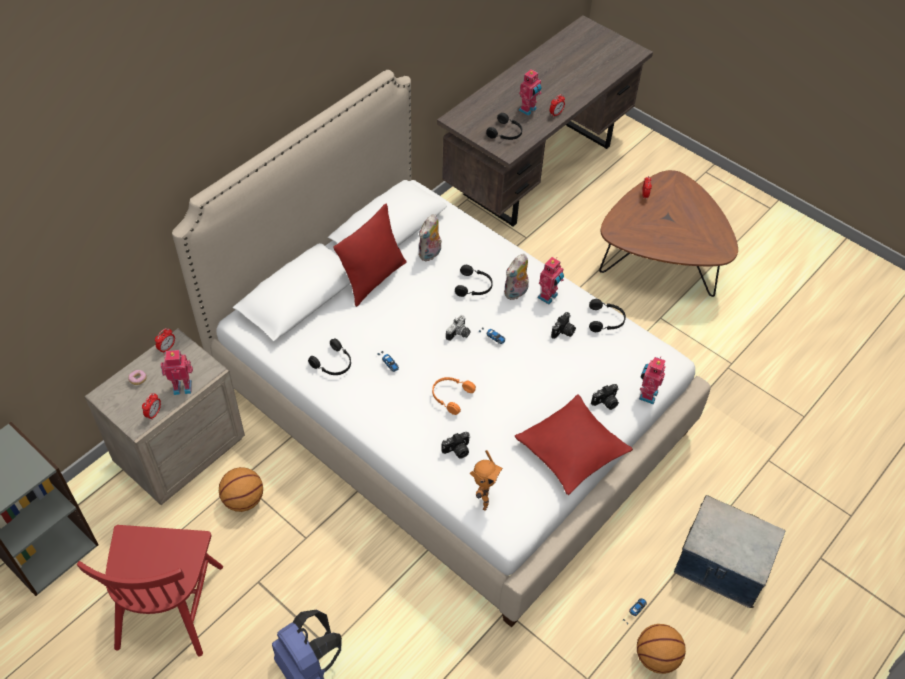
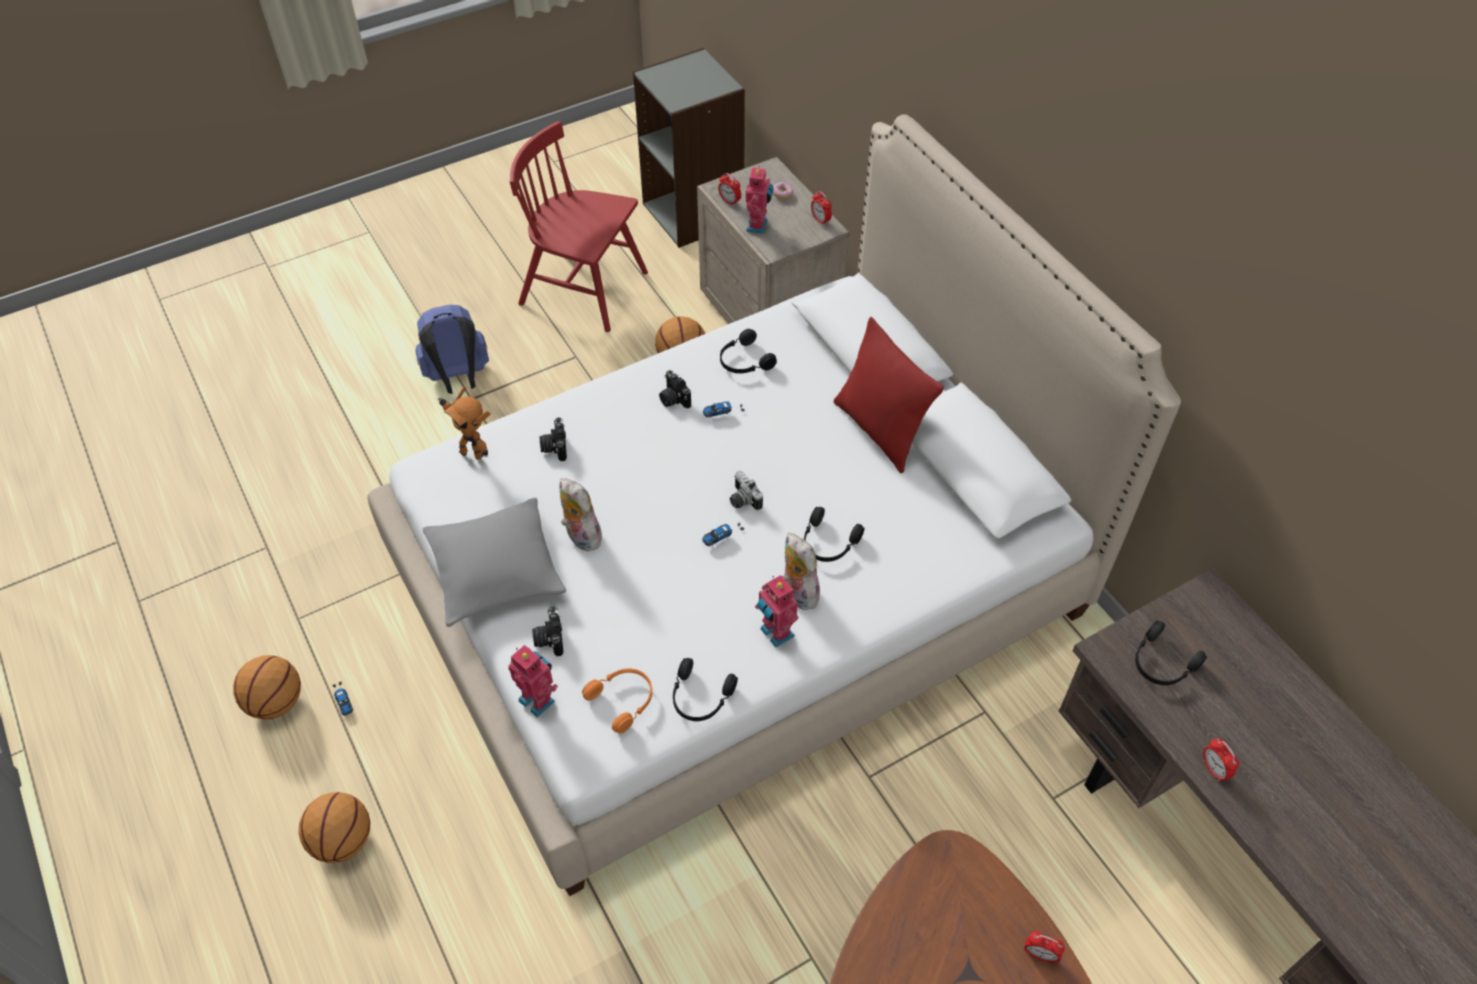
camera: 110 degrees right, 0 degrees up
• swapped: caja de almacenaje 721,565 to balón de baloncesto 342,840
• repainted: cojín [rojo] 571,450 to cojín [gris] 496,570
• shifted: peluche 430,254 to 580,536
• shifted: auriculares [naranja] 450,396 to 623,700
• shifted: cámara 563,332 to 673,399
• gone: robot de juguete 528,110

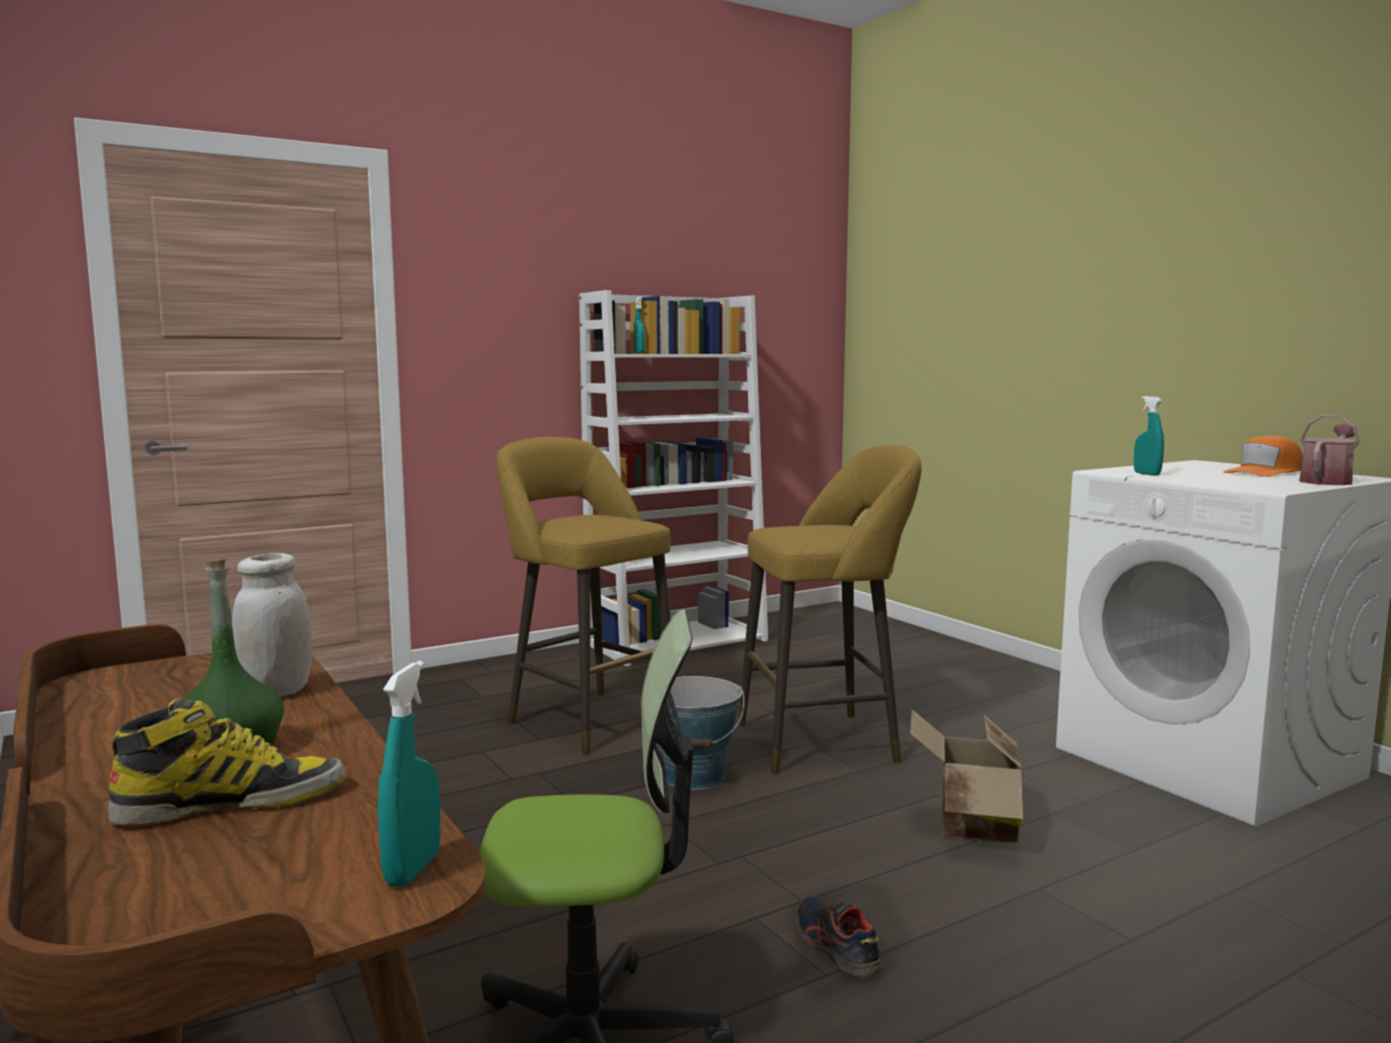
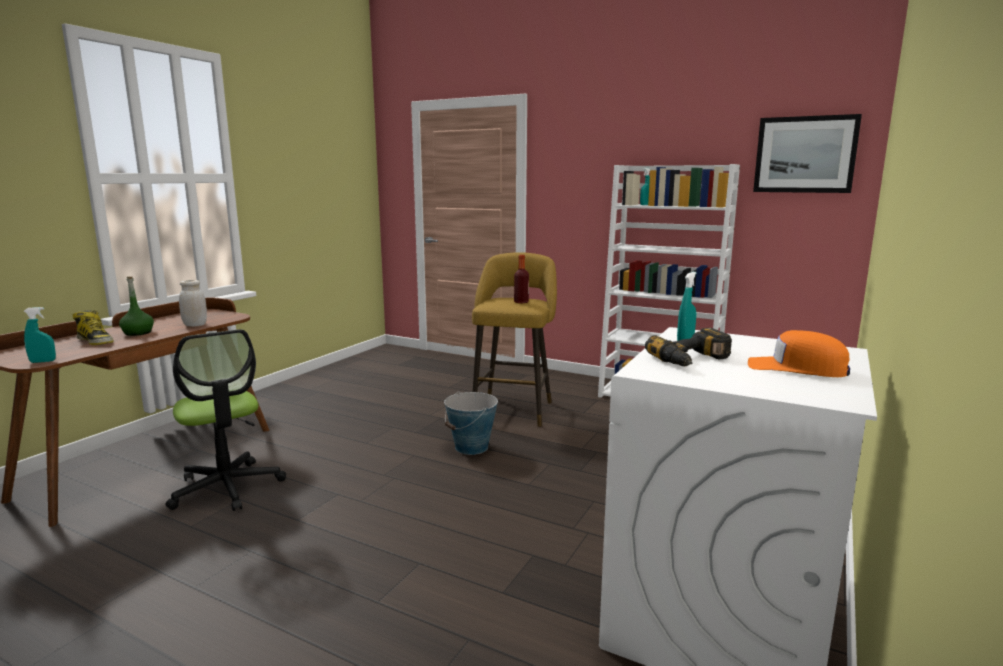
camera: 60 degrees right, 5 degrees up
• new: botella 521,302
• new: taladro 693,360
• new: cuadro 805,154
• gone: taburete [amarillo] 826,741
• gone: zapato 835,947
• gone: caja de cartón 969,826
• gone: regadera 1327,481

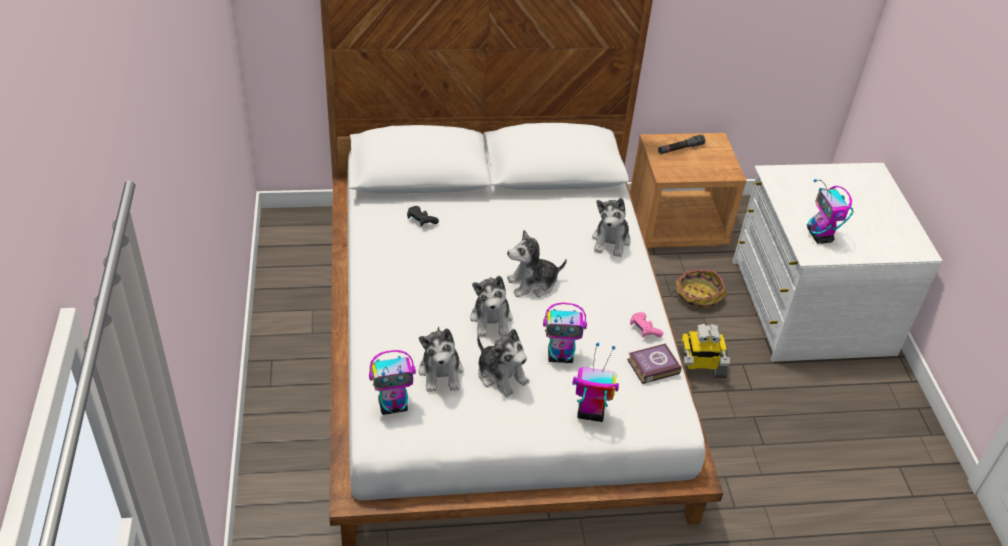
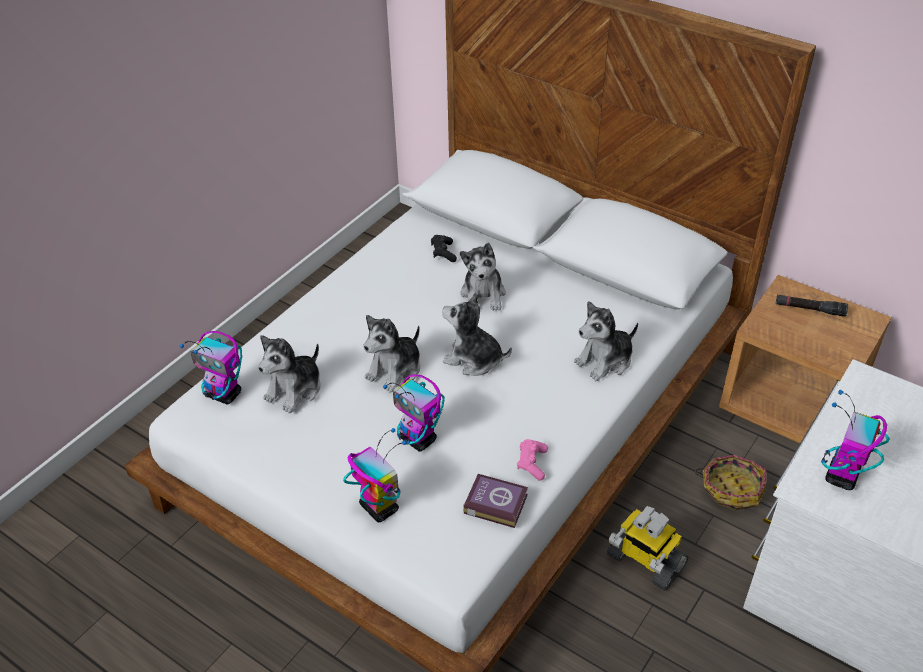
camera: 45 degrees right, 0 degrees up
• shifted: peluche 501,375 to 483,295

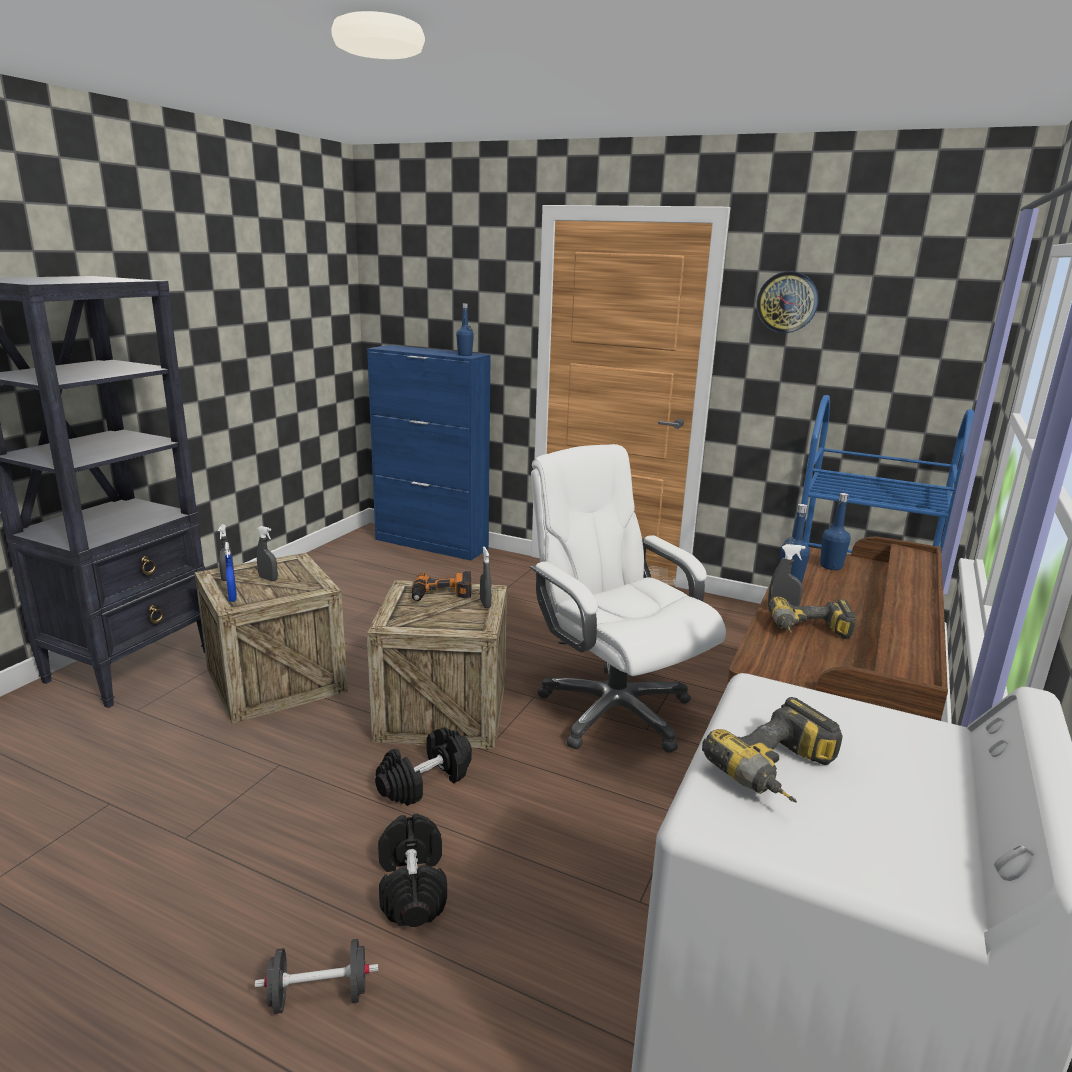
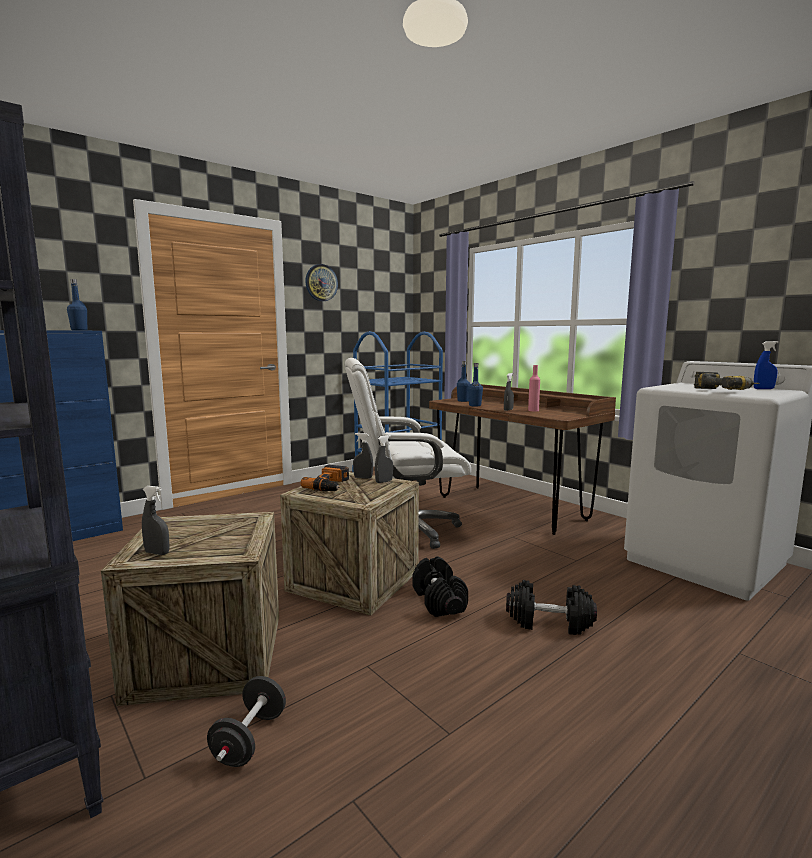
camera: 65 degrees left, 10 degrees down
• shifted: mancuerna [negro] 319,996 to 249,739
• shifted: pulverizador [gris] 268,579 to 384,481
• swapped: taladro 809,632 to botella [rosa] 533,410
• shifted: pulverizador [azul] 232,598 to 763,389

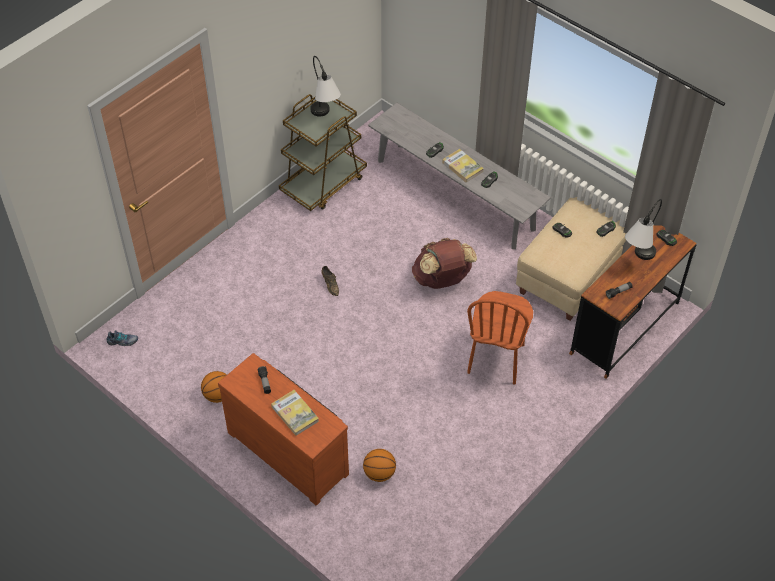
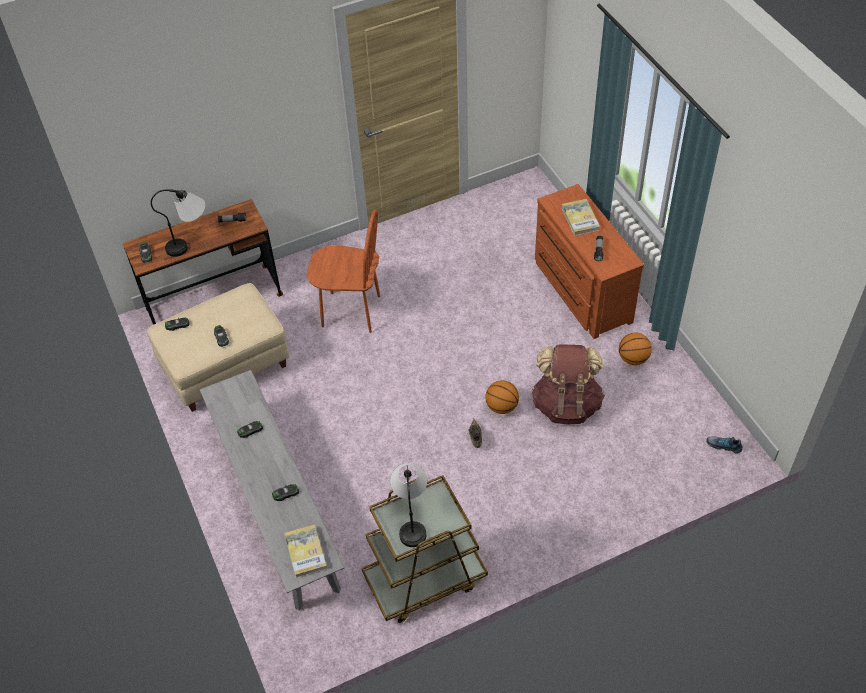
camera: 155 degrees left, 0 degrees up
• shifted: libro 462,167 to 305,552
• rotated: silla [marrón] 496,359 = 351,311 60 degrees clockwise
• shifted: balón de baloncesto 379,473 to 502,407
• shifted: mochila [marrón] 442,280 to 566,404

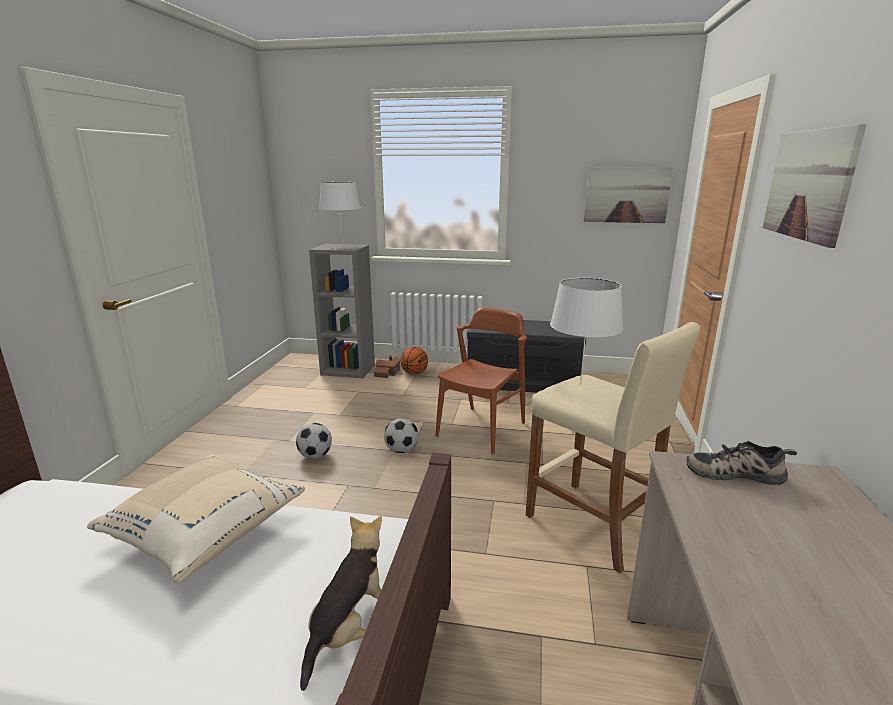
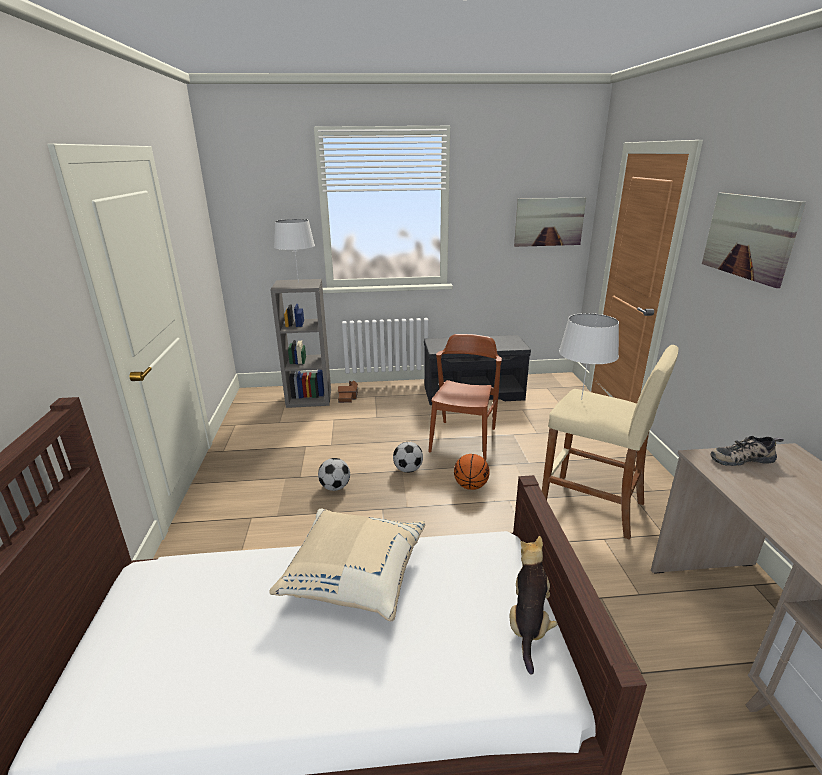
camera: 15 degrees left, 5 degrees up
• shifted: balón de baloncesto 414,373 to 470,486

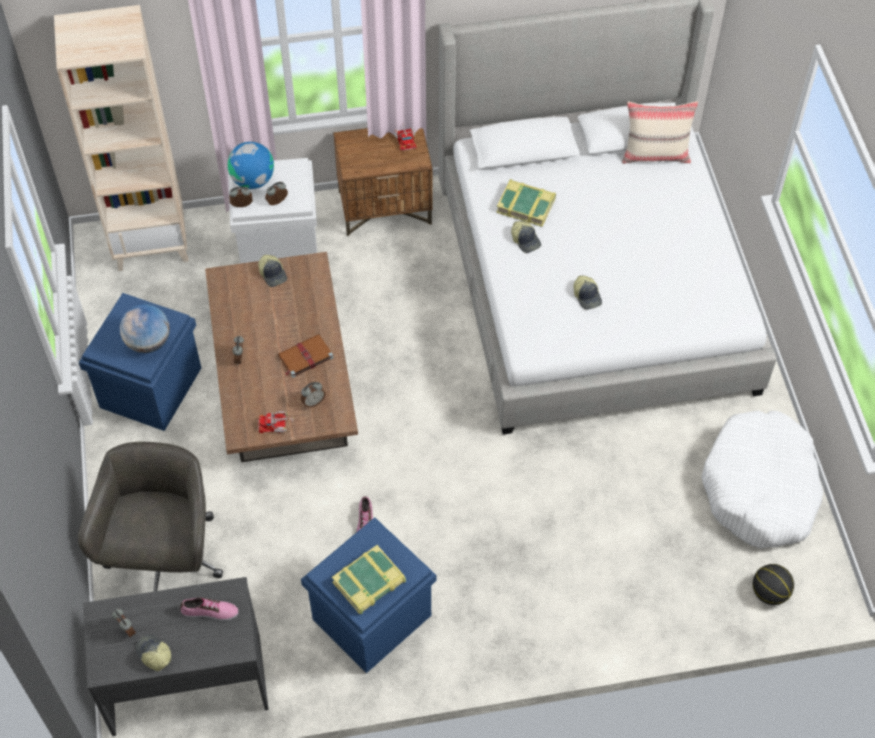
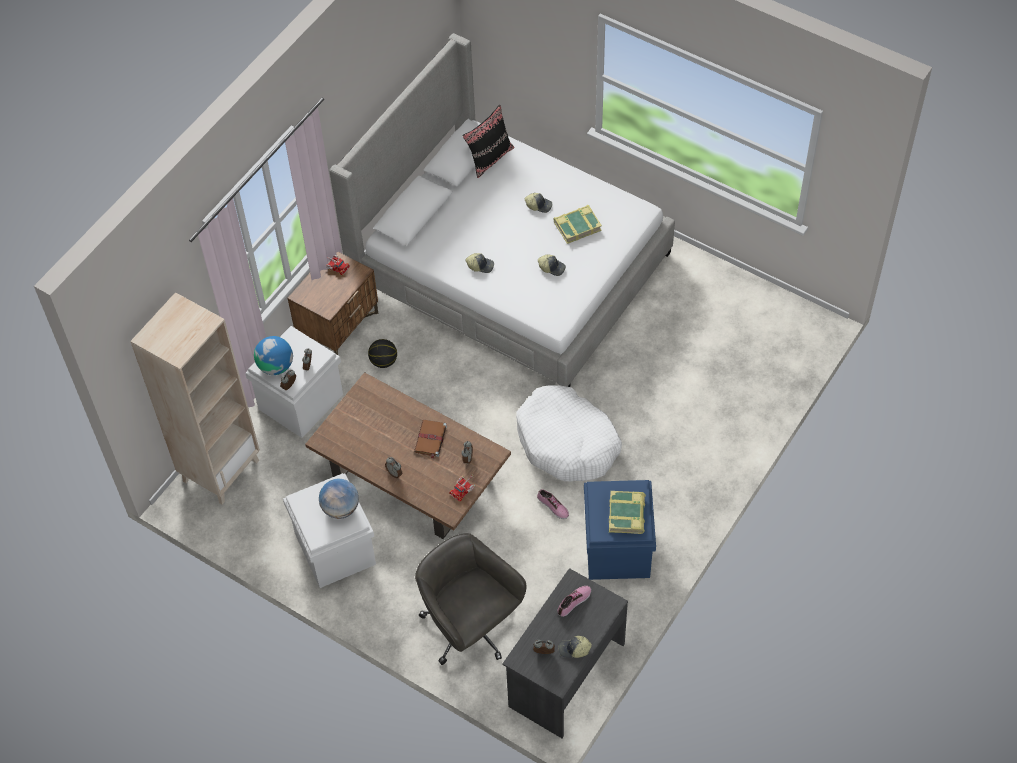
camera: 45 degrees left, 0 degrees up
• repainted: caja de almacenaje [azul] 151,388 to caja de almacenaje [blanco] 336,549
• shifted: balón de baloncesto 769,593 to 384,361
• repainted: cojín [beis] 655,154 to cojín [negro] 490,158
• shifted: cama para perro [blanco] 760,489 to 567,442
• shifted: gorra 273,274 to 539,205
• shifted: libro 526,205 to 577,226

